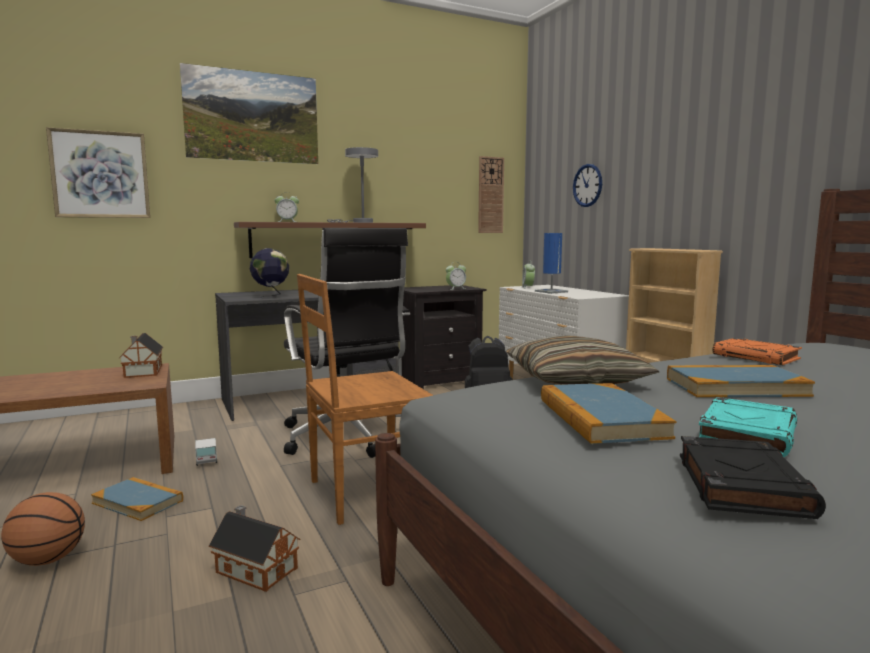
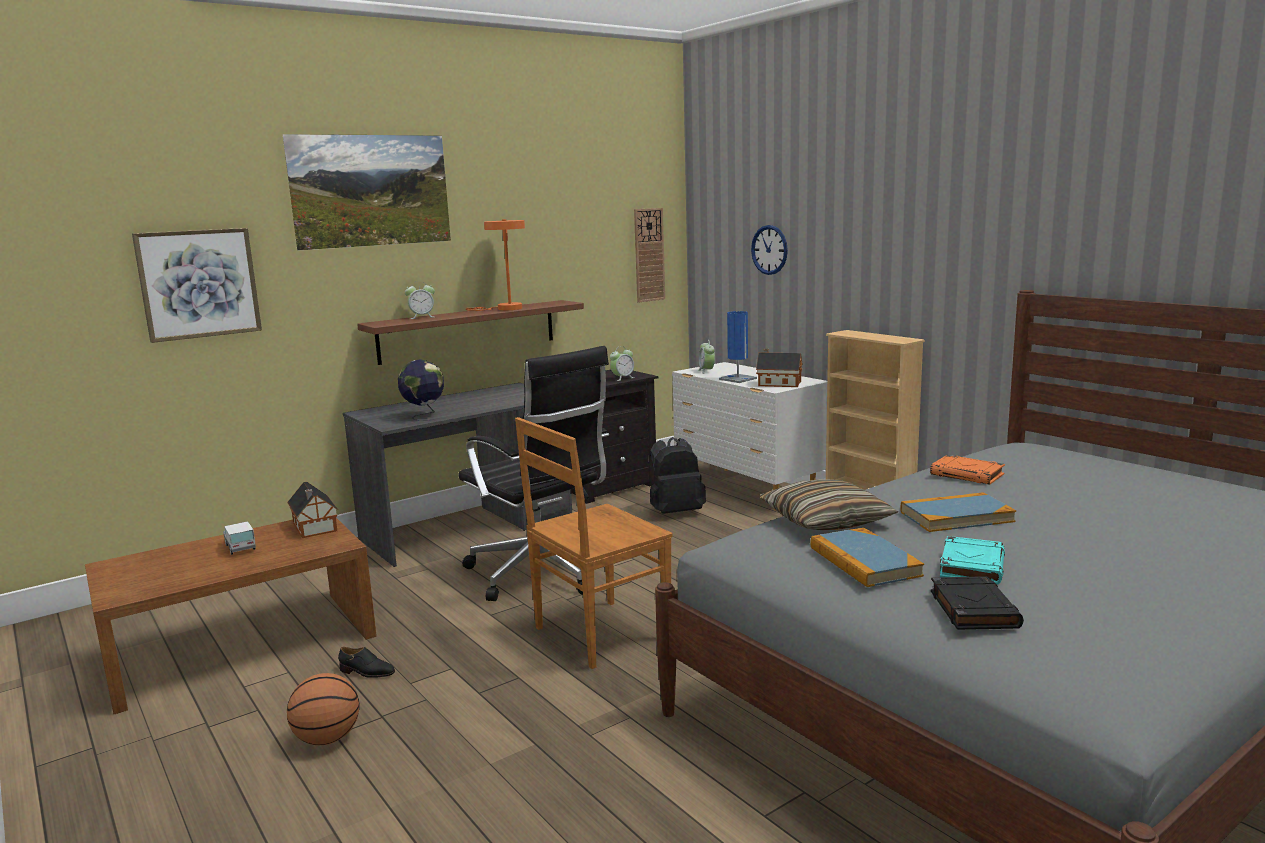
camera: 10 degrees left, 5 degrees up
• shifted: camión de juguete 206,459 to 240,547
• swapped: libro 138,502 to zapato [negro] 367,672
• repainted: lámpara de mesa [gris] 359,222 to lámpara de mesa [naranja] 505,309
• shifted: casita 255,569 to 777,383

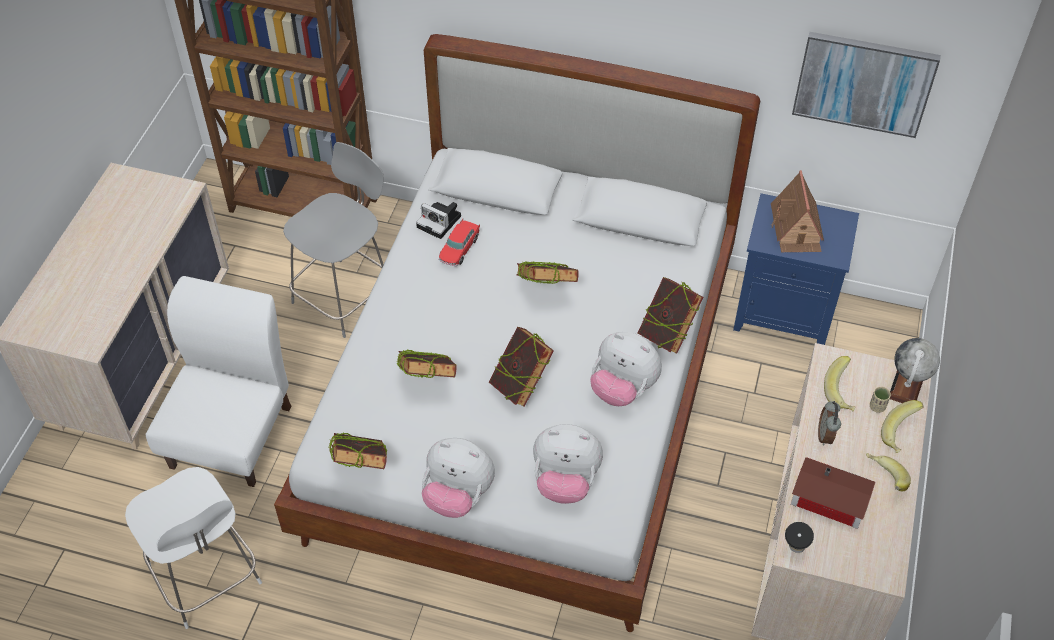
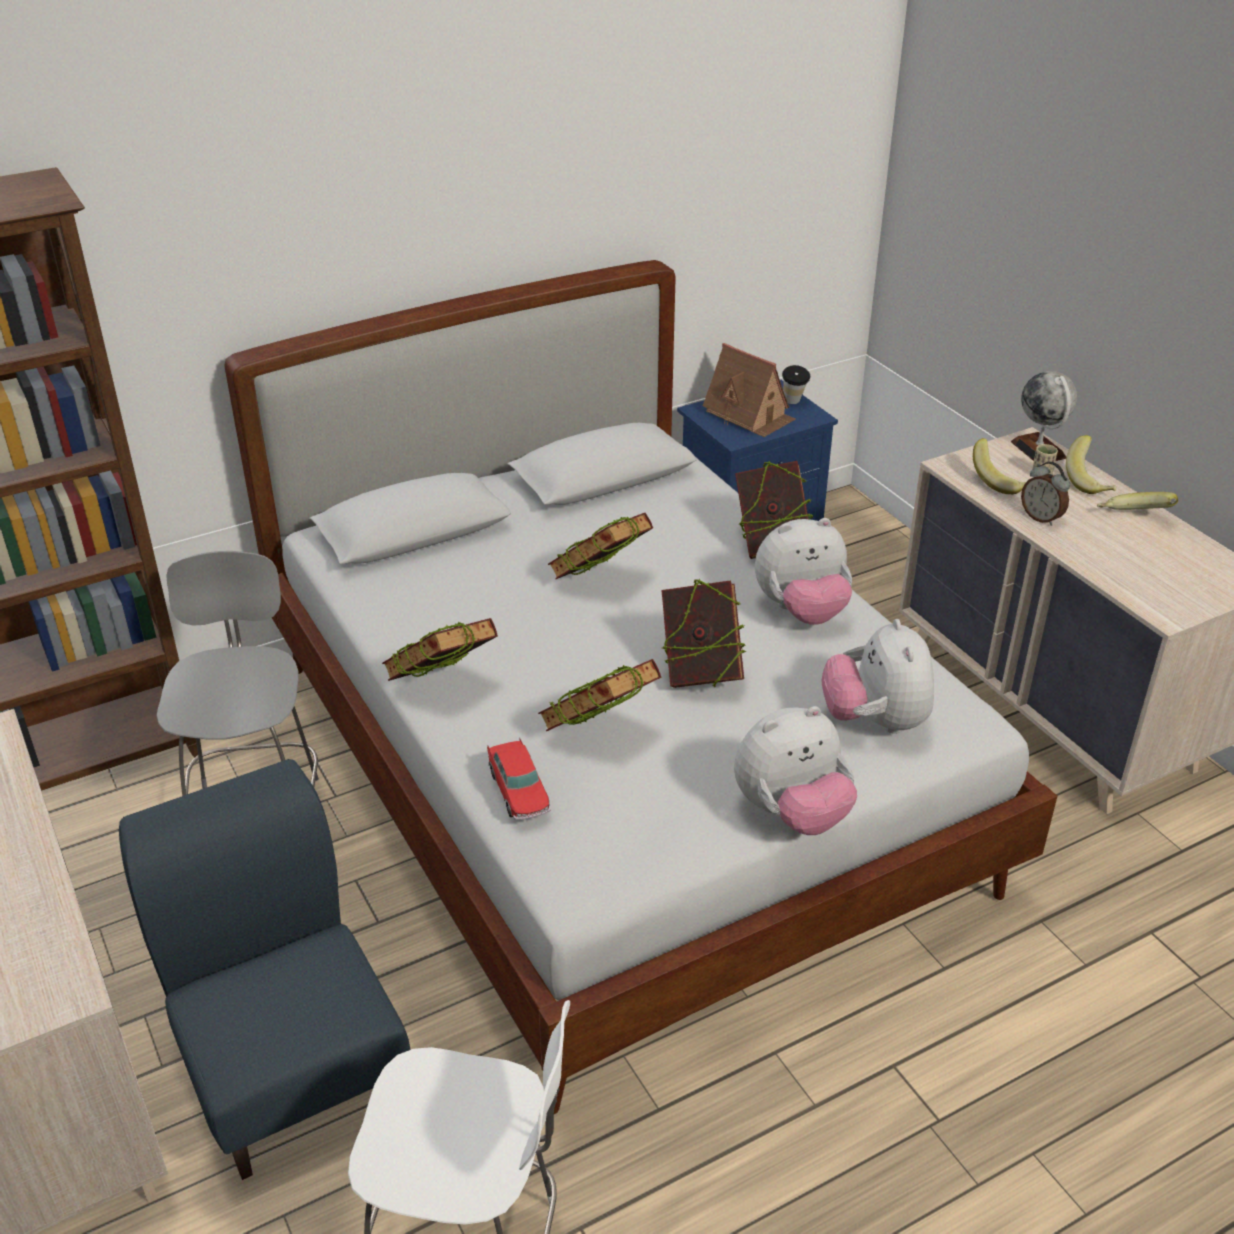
camera: 45 degrees left, 15 degrees down
• repainted: silla [blanco] 232,436 to silla [azul] 291,1069
• shifted: libro 361,469 to 443,687
• shifted: coche de juguete 459,249 to 519,791
• shifted: taza 794,550 to 793,403
• rotated: peluche 565,481 = 875,721 120 degrees clockwise
• gone: cámara 440,222
• gone: casita 831,502
• gone: cuadro 864,83

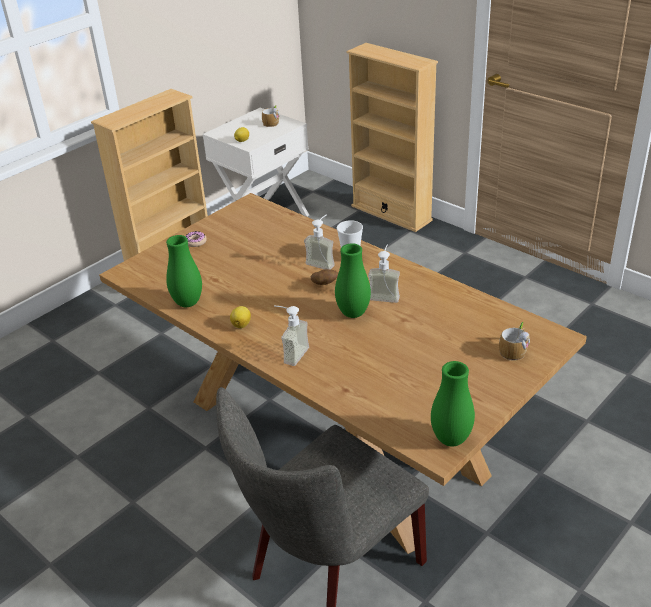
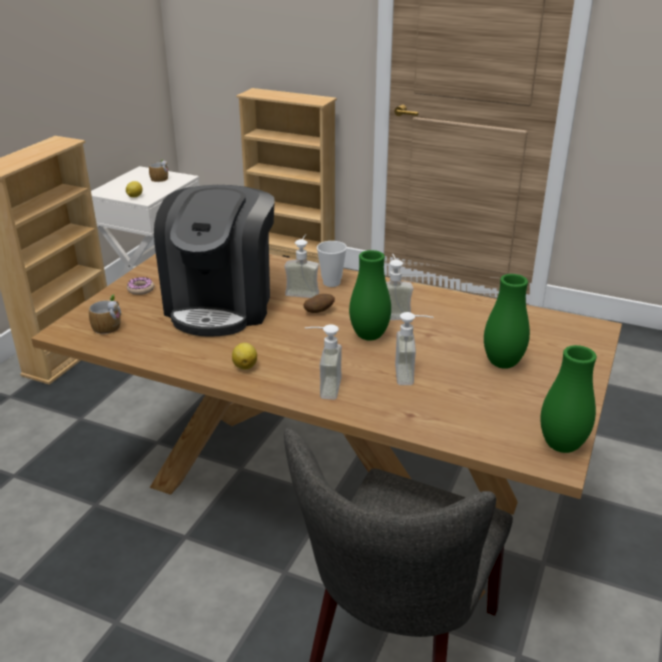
camera: 20 degrees left, 5 degrees down
• shifted: taza grande 515,350 to 110,325
• new: cafetera 222,304
• new: dispensador de jabón 412,374
• shifted: florero [verde] 188,303 to 502,363

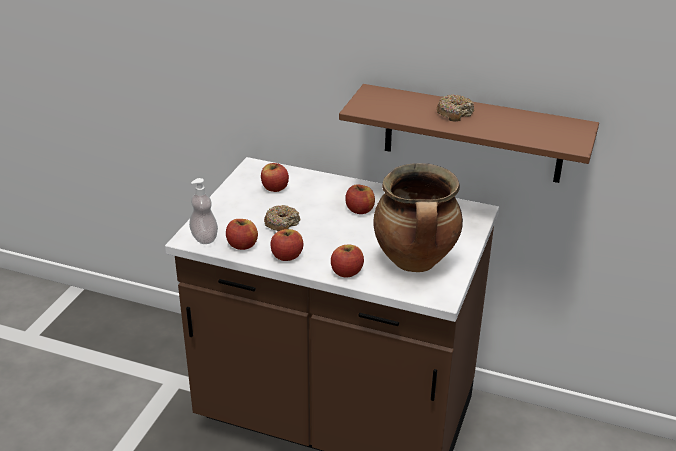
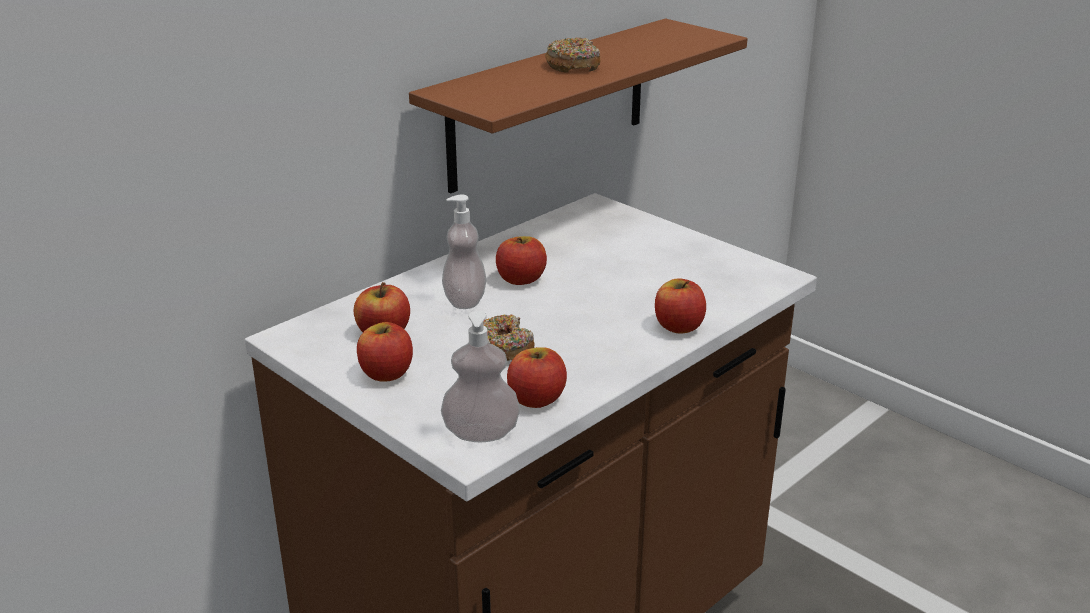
camera: 65 degrees left, 5 degrees down
• shifted: manzana 287,256 to 386,373
• new: dispensador de jabón 465,300
• gone: olla 416,262

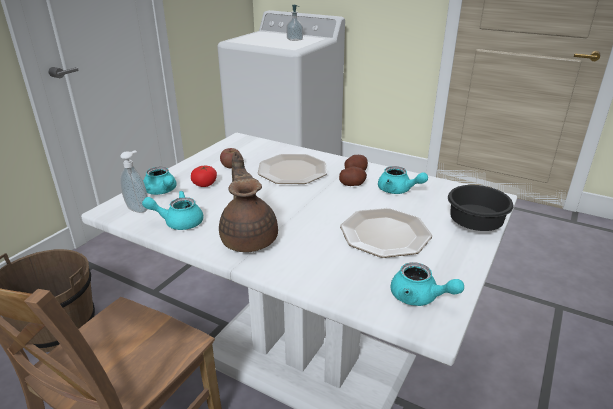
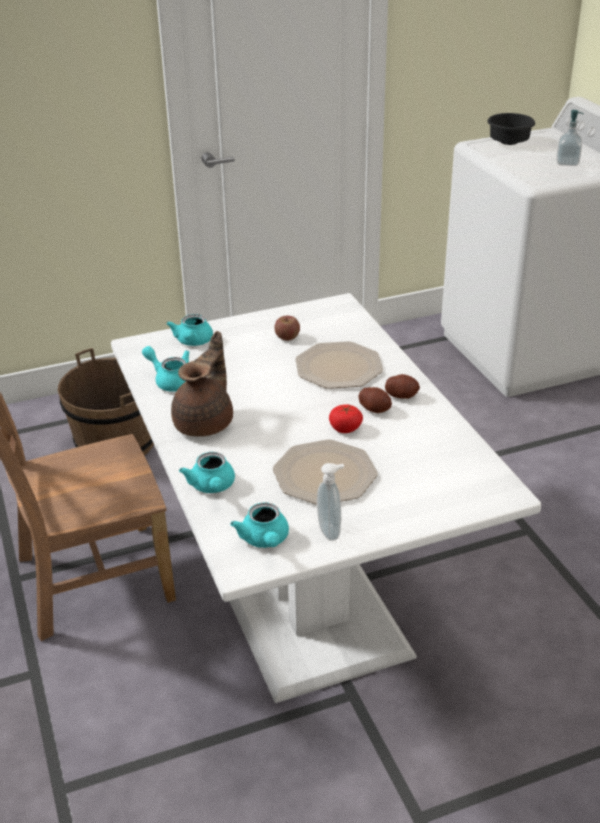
camera: 40 degrees right, 5 degrees up
• shifted: tetera [turquesa] 398,190 to 212,487
• shifted: dispensador de jabón 138,208 to 331,531
• shifted: tomate 204,184 to 345,428
• shifted: cuenco [negro] 475,223 to 510,142

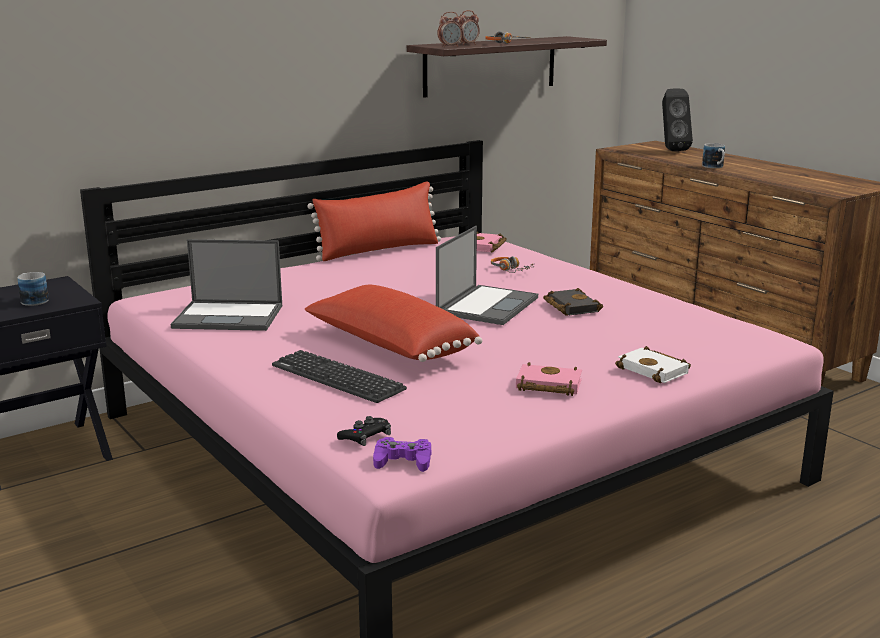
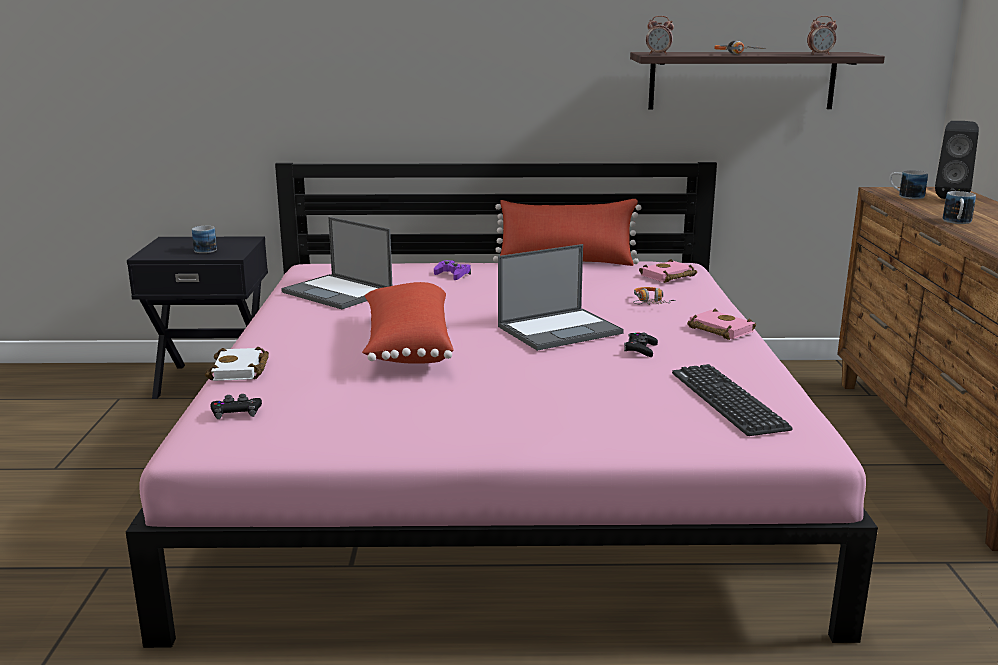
camera: 35 degrees right, 0 degrees up
• shifted: libro [blanco] 655,370 to 240,370
• shifted: mando de consola [morado] 403,461 to 452,275
• swapped: libro [negro] 569,307 to mando de consola [negro] 640,349
• shifted: teclado 337,378 to 727,400
• shifted: libro [rosa] 546,386 to 718,330
• shifted: despertador 467,44 to 820,54
• new: taza grande 905,196

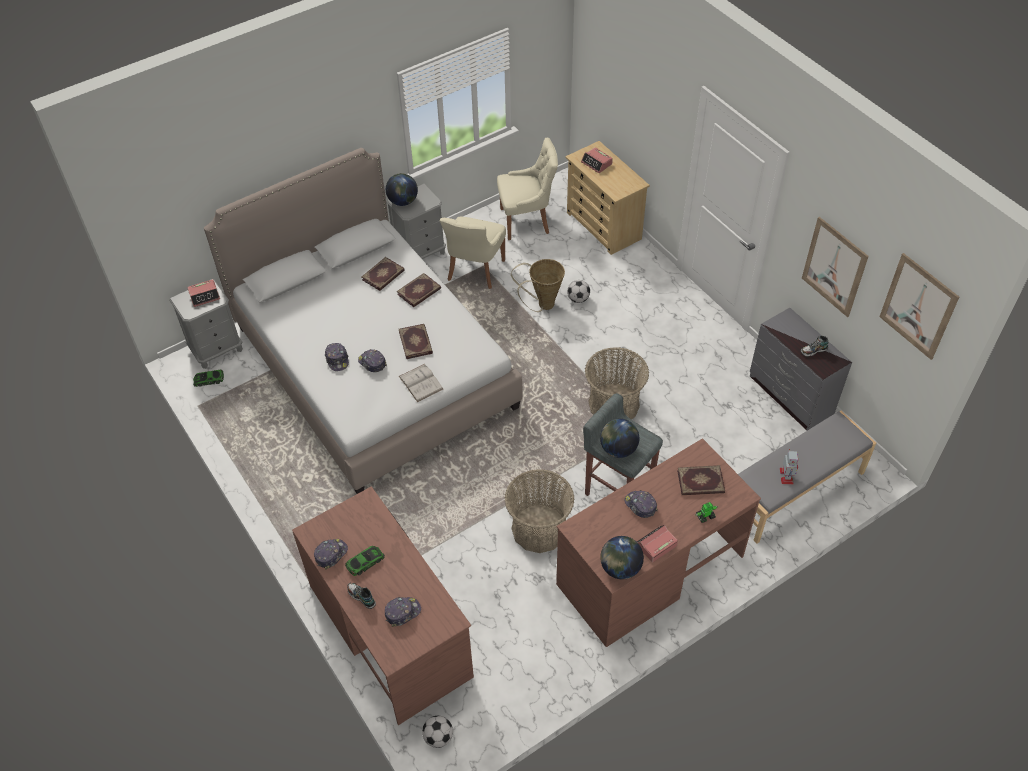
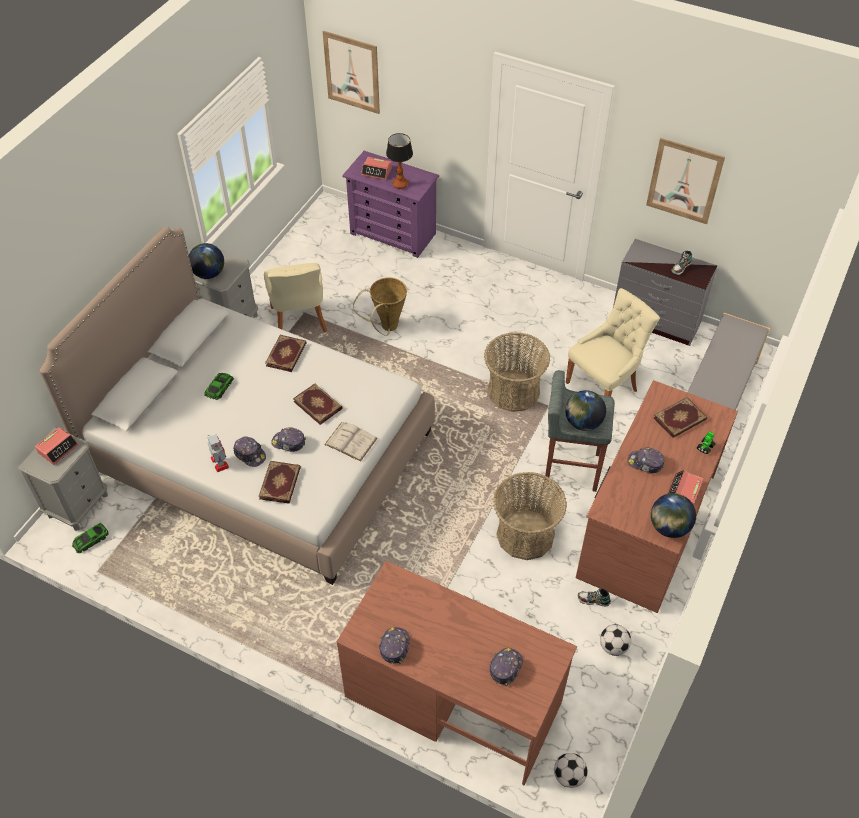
camera: 30 degrees left, 0 degrees up
• shifted: coche de juguete 365,562 to 219,387
• shifted: robot de juguete 786,476 to 220,462
• shifted: libro 383,275 to 281,483
• shifted: cuadro 918,306 to 352,72
• repainted: cómoda [beis] 604,226 to cómoda [morado] 393,234
• new: lámpara de mesa 400,184
• shifted: silla [beis] 527,221 to 604,385
• shifted: zapato 361,597 to 593,600
• shifted: balón de fútbol 578,299 to 613,646

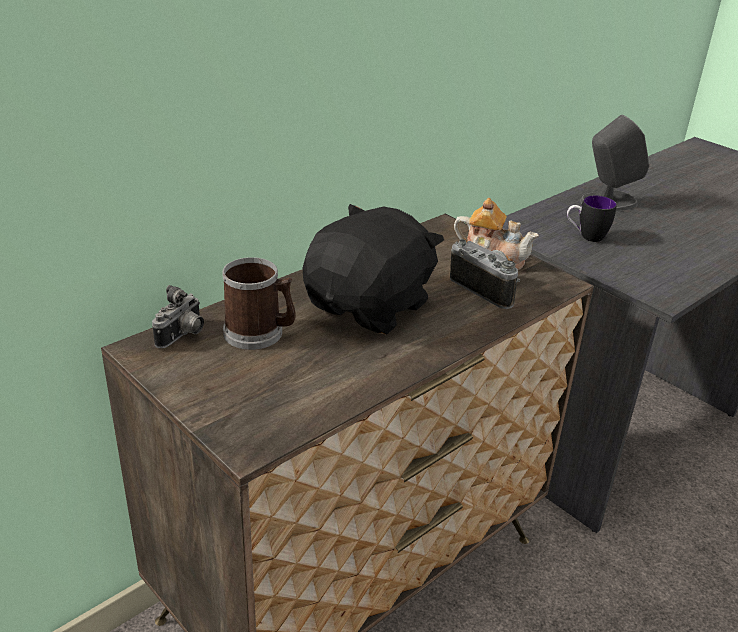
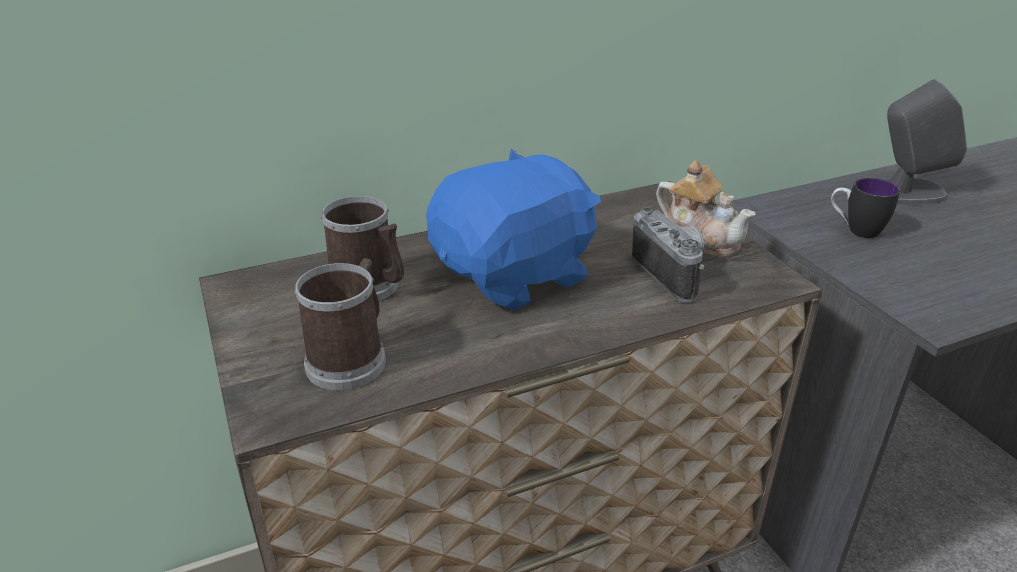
camera: 20 degrees right, 0 degrees up
• new: taza grande 351,358
• repainted: peluche [negro] 371,307 to peluche [azul] 515,276
• gone: cámara 183,336

